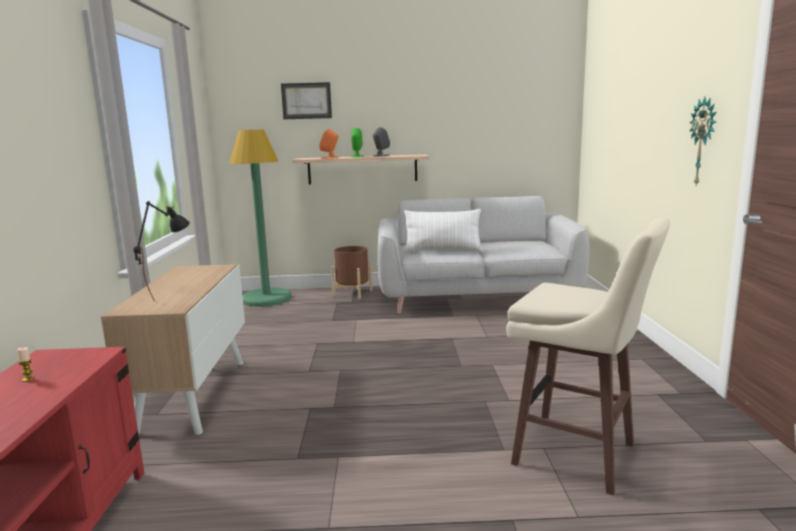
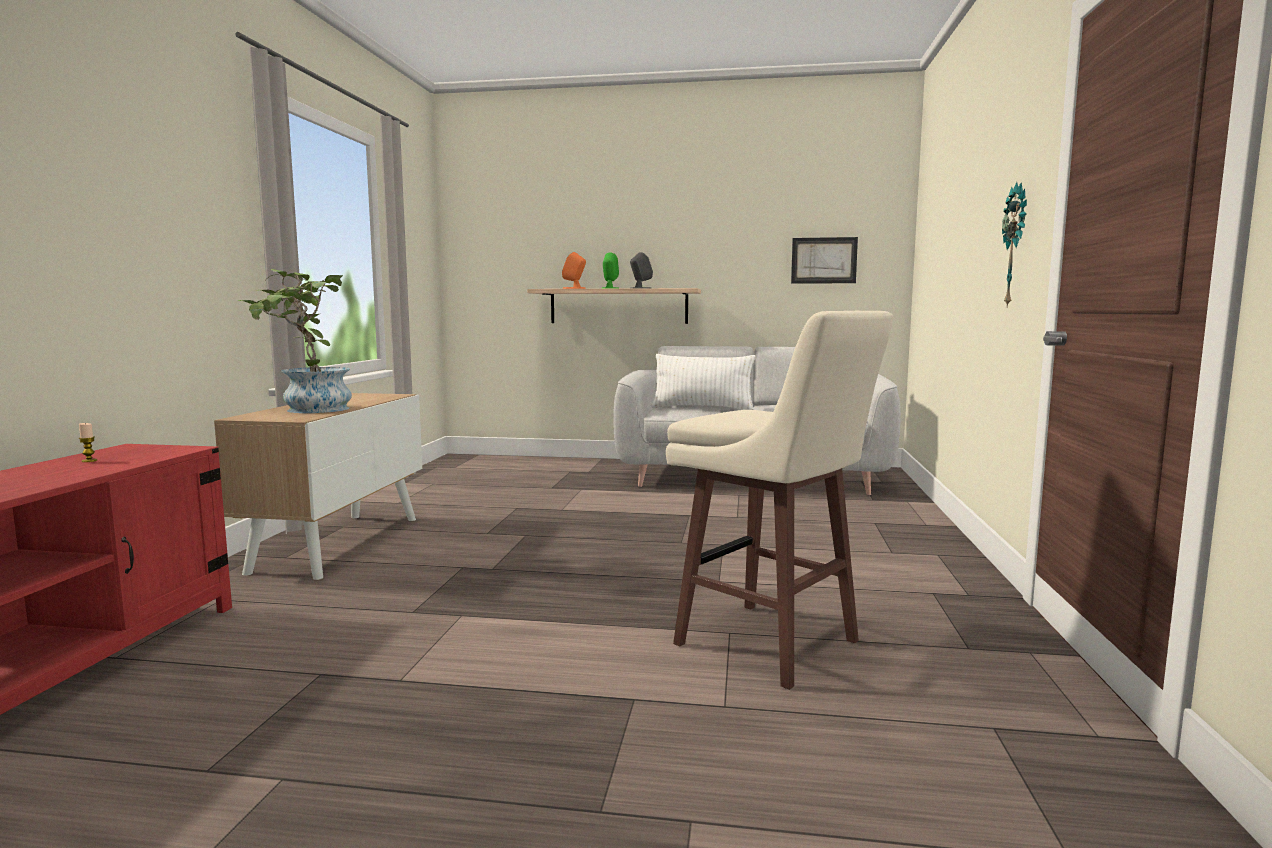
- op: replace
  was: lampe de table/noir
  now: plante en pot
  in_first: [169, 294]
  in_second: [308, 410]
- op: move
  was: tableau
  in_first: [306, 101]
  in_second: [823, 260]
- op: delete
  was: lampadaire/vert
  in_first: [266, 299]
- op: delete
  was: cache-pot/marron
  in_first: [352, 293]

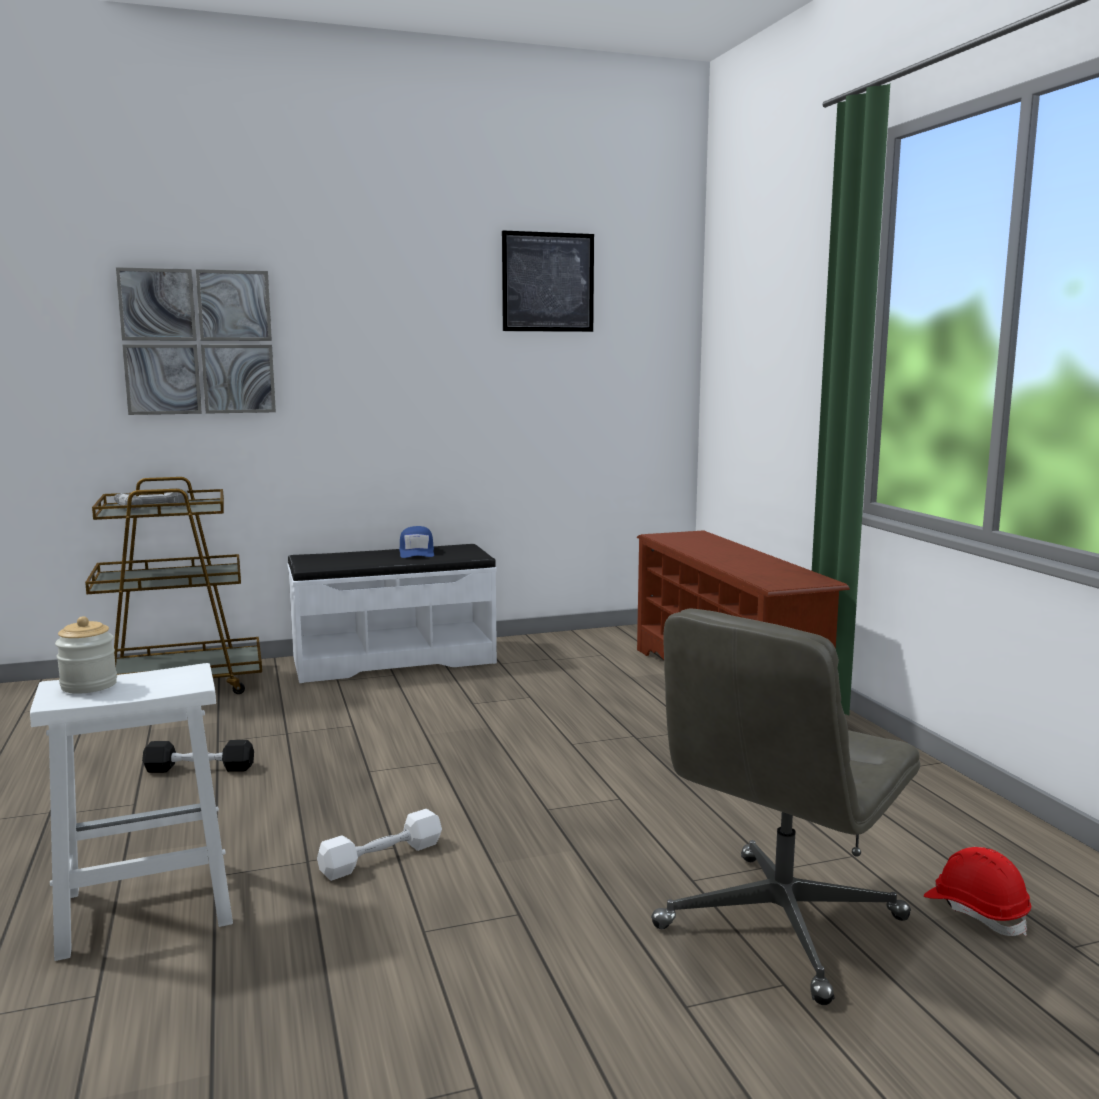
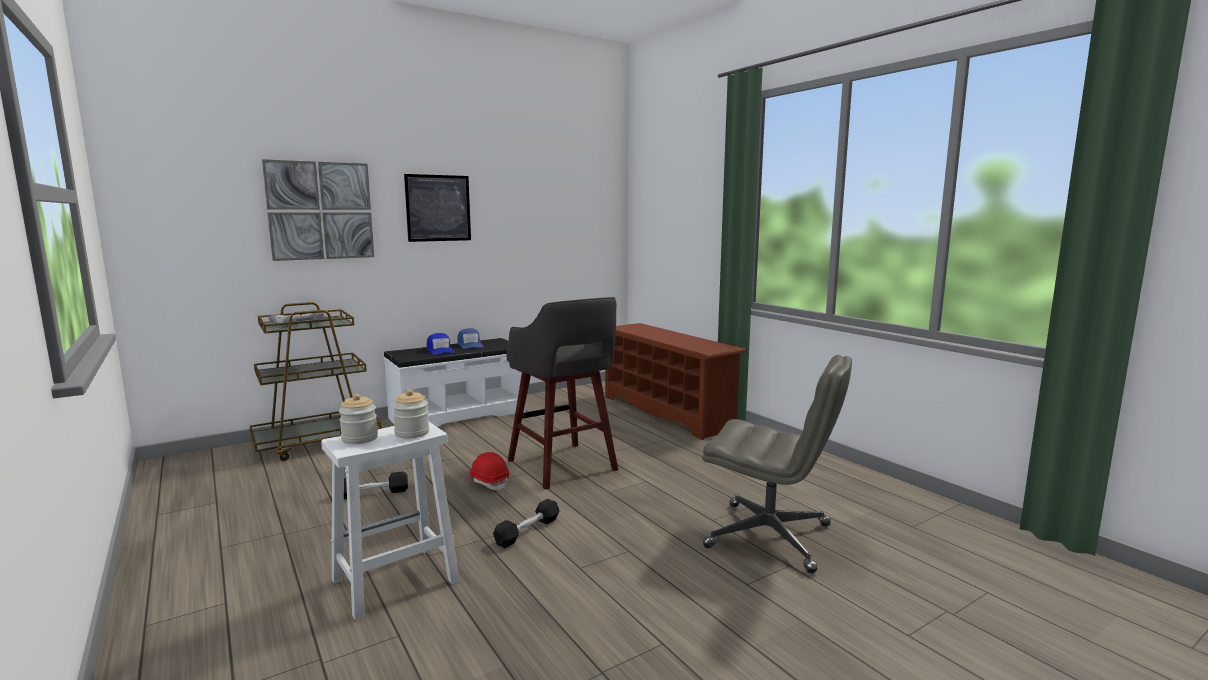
- op: insert
  now: bocal
  in_second: [412, 433]
- op: move
  was: tableau
  in_first: [548, 282]
  in_second: [438, 208]
- op: insert
  now: casquette/bleu
  in_second: [440, 350]
- op: move
  was: casque de chantier/rouge
  in_first: [975, 911]
  in_second: [488, 483]
- op: recolor
  was: haltère/blanc
  now: haltère/noir
  in_first: [381, 858]
  in_second: [527, 531]
- op: insert
  now: tabouret/gris
  in_second: [563, 466]
- op: rotate
  was: chaise de bureau/gris
  in_first: [780, 925]
  in_second: [770, 536]
  clockwise: -90

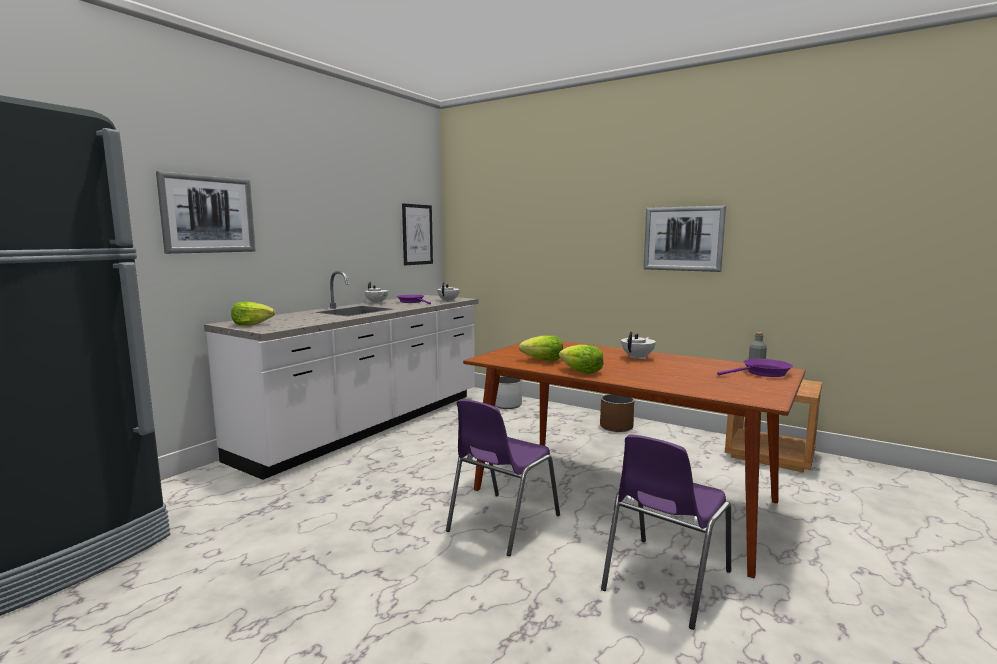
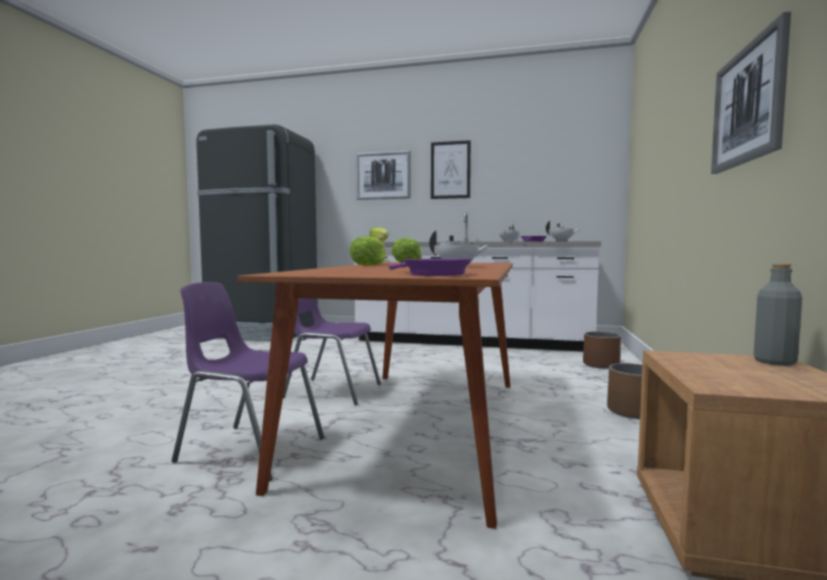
- op: move
  was: tableau
  in_first: [417, 234]
  in_second: [450, 170]
- op: recolor
  was: cache-pot/blanc
  now: cache-pot/marron
  in_first: [507, 405]
  in_second: [601, 365]

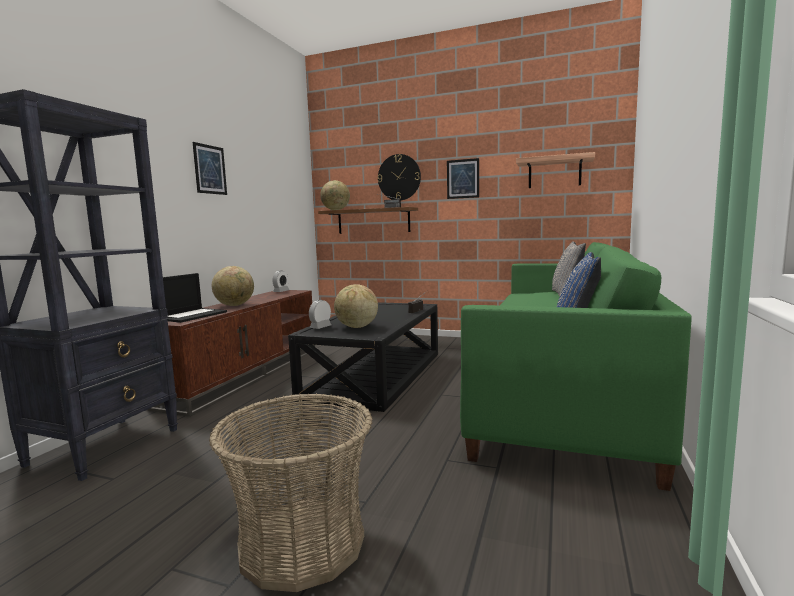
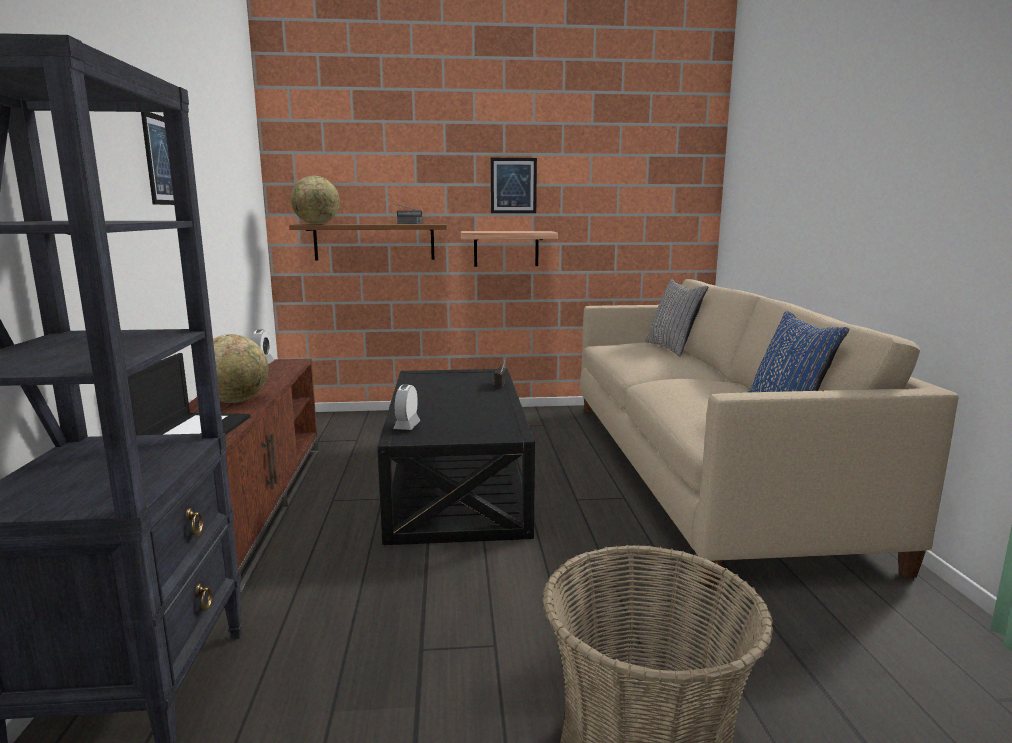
- op: move
  was: étagère
  in_first: [554, 173]
  in_second: [506, 248]
- op: recolor
  was: canapé/vert
  now: canapé/beige
  in_first: [562, 389]
  in_second: [701, 469]
- op: delete
  was: globe
  in_first: [356, 327]
- op: delete
  was: horloge murale
  in_first: [399, 177]

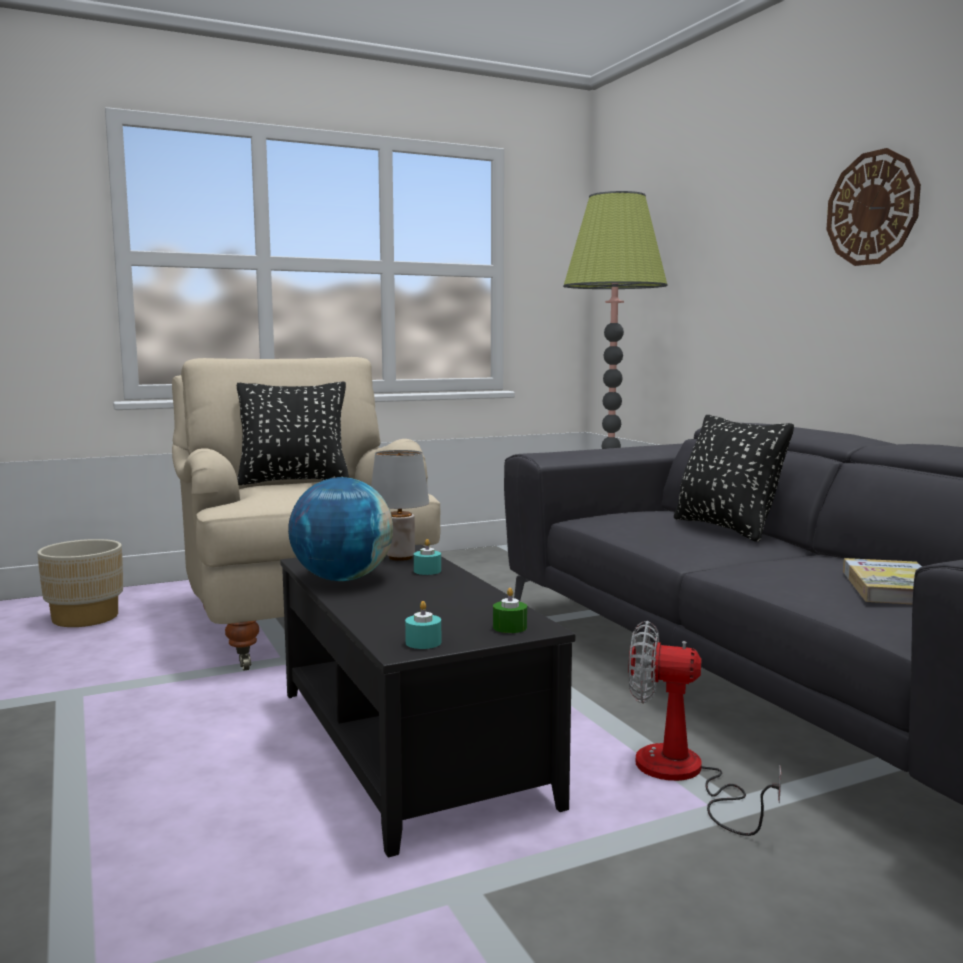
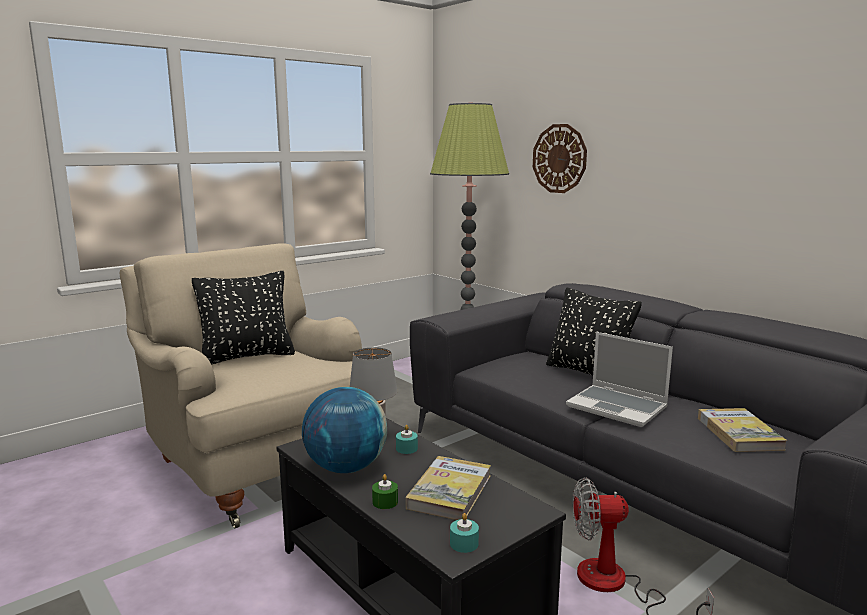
- op: move
  was: bougie/vert
  in_first: [509, 627]
  in_second: [385, 502]
- op: insert
  now: livre
  in_second: [450, 491]
- op: move
  was: horloge murale
  in_first: [872, 208]
  in_second: [559, 158]
- op: insert
  now: ordinateur portable
  in_second: [618, 407]
- op: delete
  was: cache-pot/beige
  in_first: [85, 617]

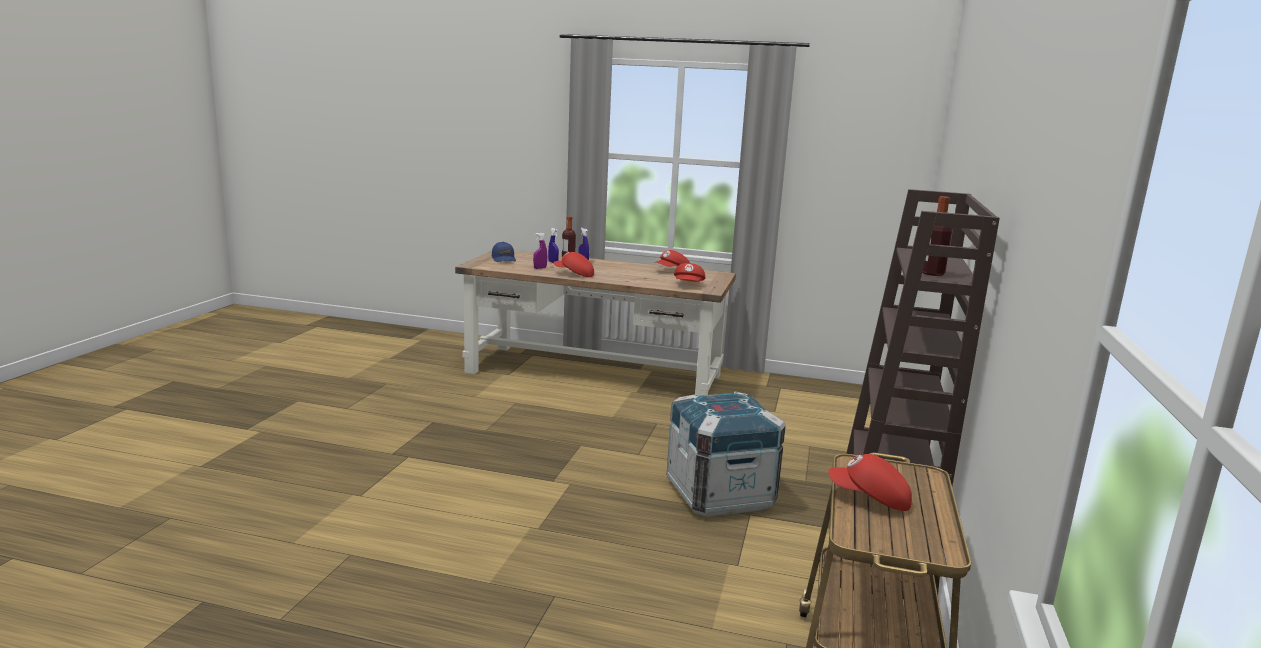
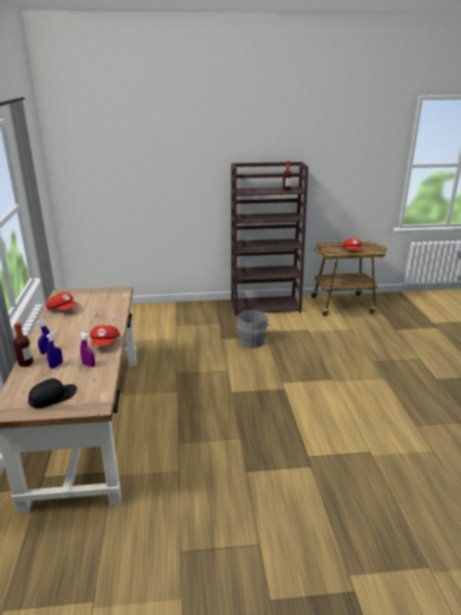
- op: recolor
  was: casquette/bleu
  now: casquette/noir
  in_first: [503, 259]
  in_second: [53, 397]
- op: replace
  was: caisse
  now: seau/gris
  in_first: [720, 495]
  in_second: [253, 340]
- op: delete
  was: casquette/rouge
  in_first: [689, 285]

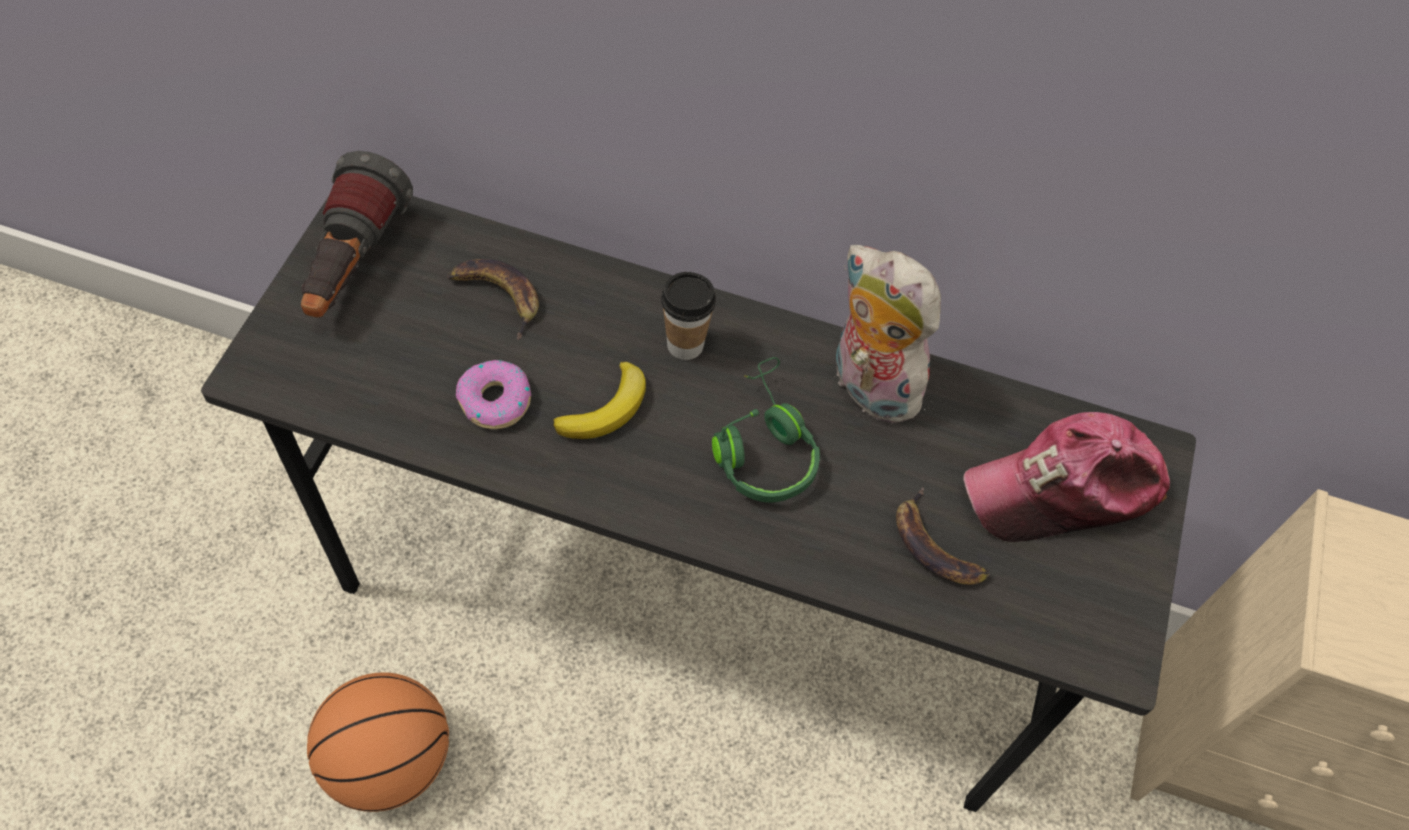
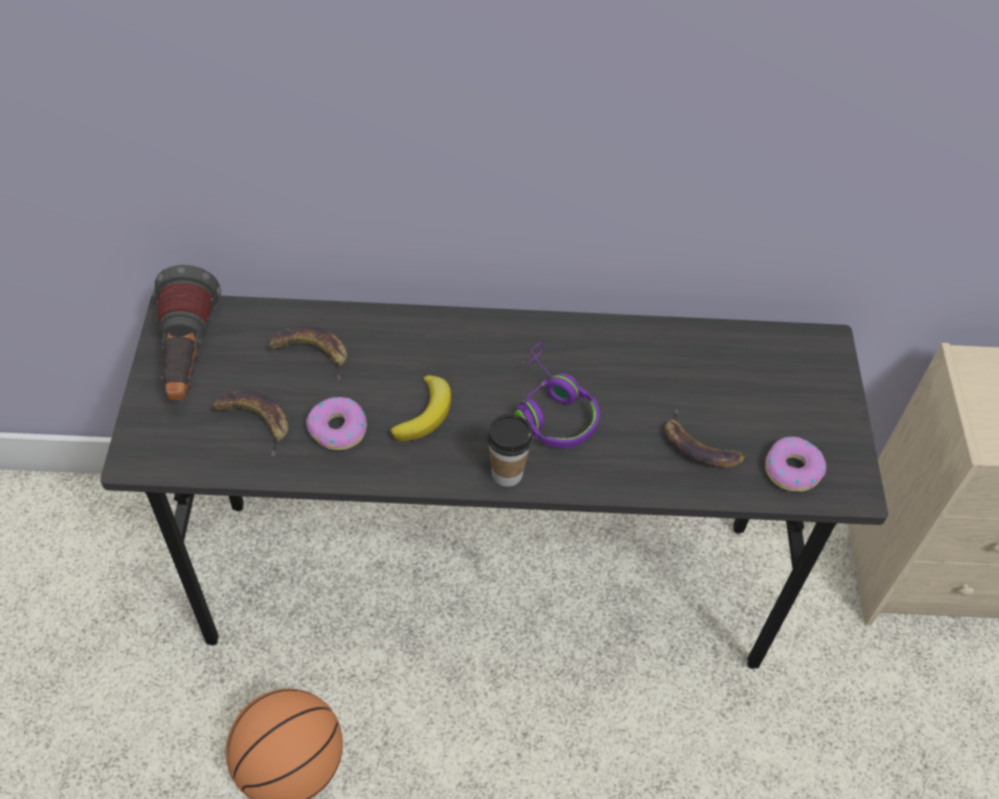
- op: insert
  now: banane
  in_second: [253, 421]
- op: move
  was: tasse
  in_first: [685, 345]
  in_second: [507, 473]
- op: recolor
  was: casque audio/vert
  now: casque audio/violet
  in_first: [762, 446]
  in_second: [551, 410]
- op: insert
  now: beignet
  in_second: [792, 469]
- op: delete
  was: peluche
  in_first: [867, 386]
- op: delete
  was: casquette
  in_first: [1065, 490]

